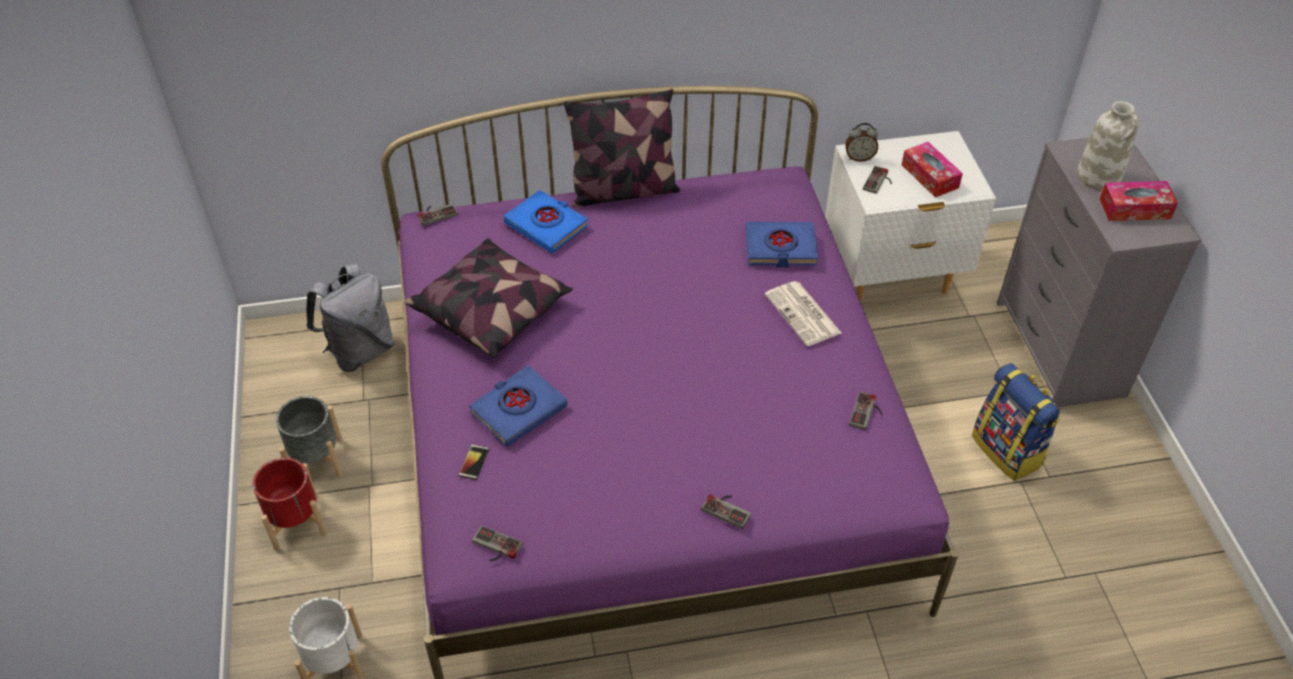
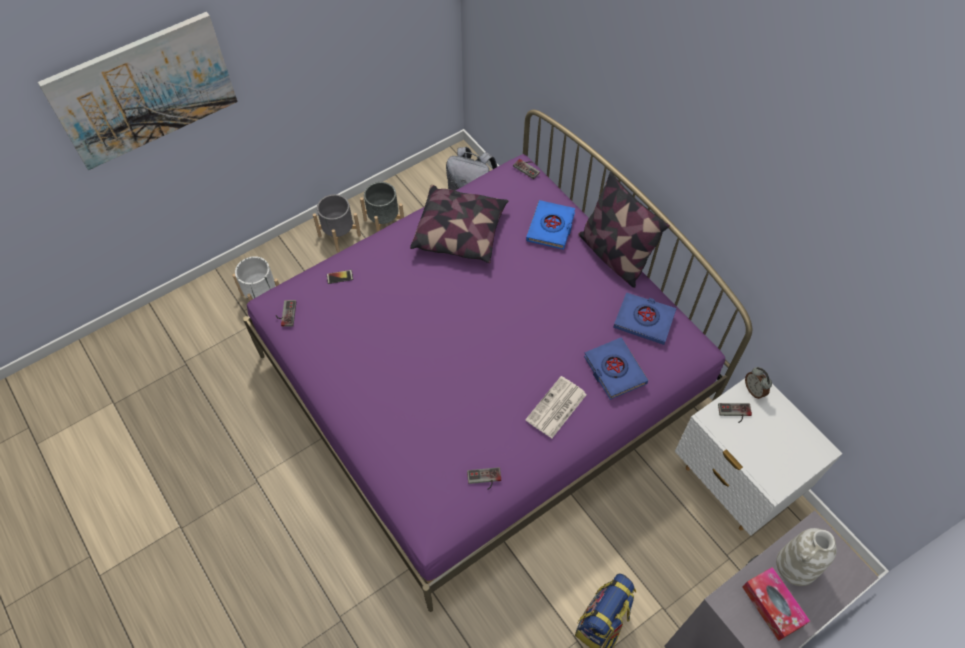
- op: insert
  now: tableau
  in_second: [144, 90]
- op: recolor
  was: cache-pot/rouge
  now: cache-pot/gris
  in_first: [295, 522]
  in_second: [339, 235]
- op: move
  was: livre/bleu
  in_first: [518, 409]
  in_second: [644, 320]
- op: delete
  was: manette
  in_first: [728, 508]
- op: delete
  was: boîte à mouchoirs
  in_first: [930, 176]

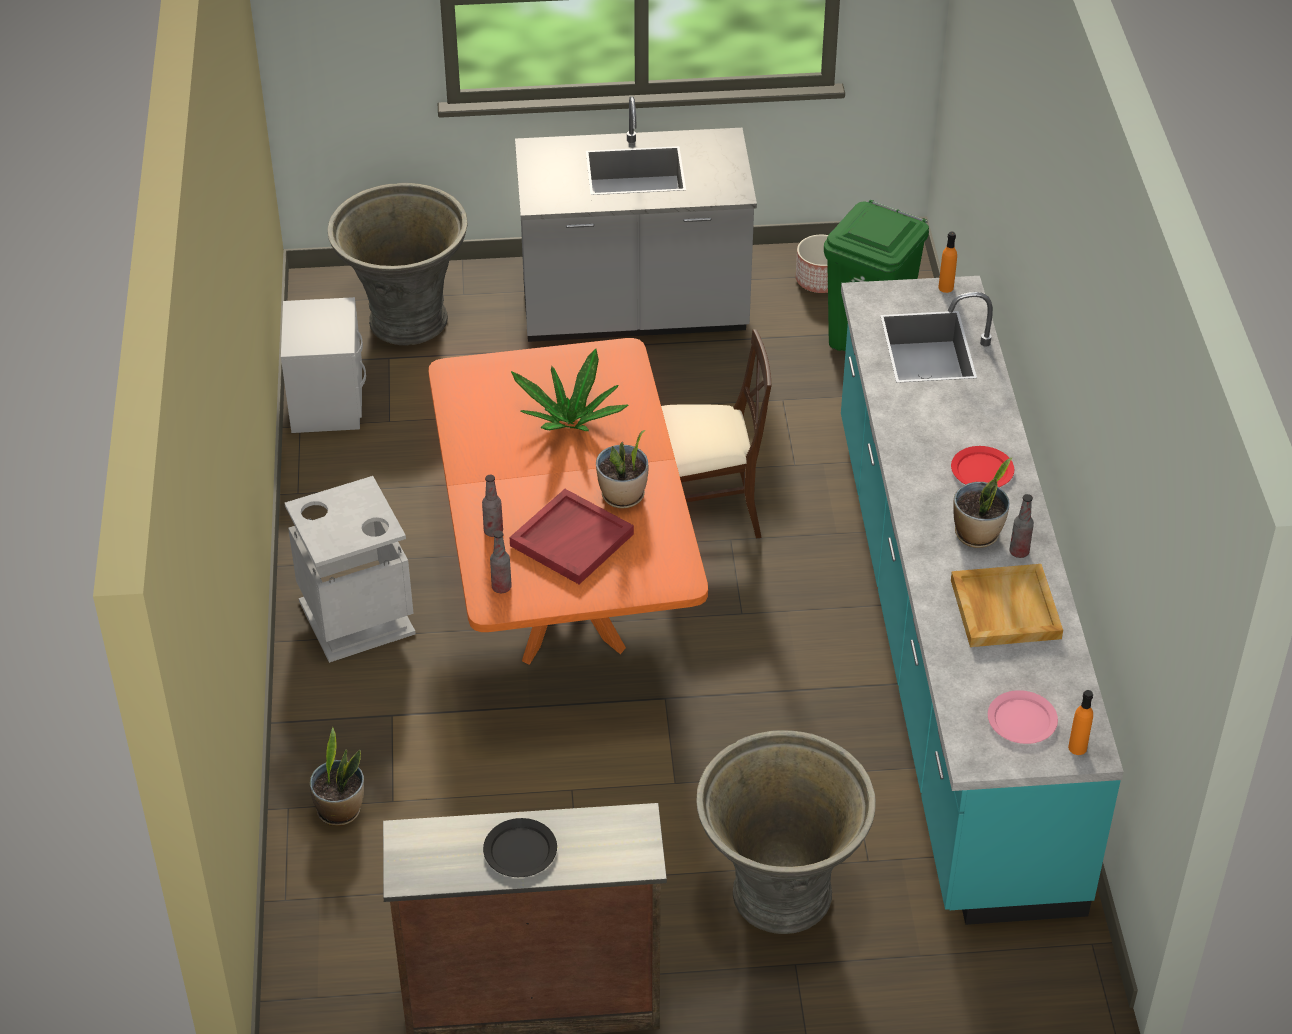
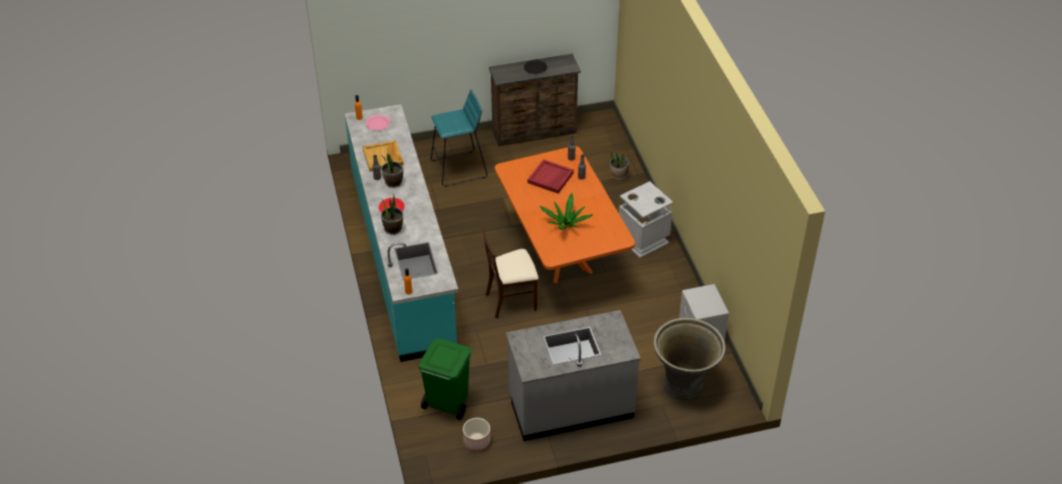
- op: move
  was: plante en pot
  in_first: [623, 496]
  in_second: [393, 228]
- op: replace
  was: cache-pot/gris
  now: tabouret/turquoise
  in_first: [779, 895]
  in_second: [459, 169]

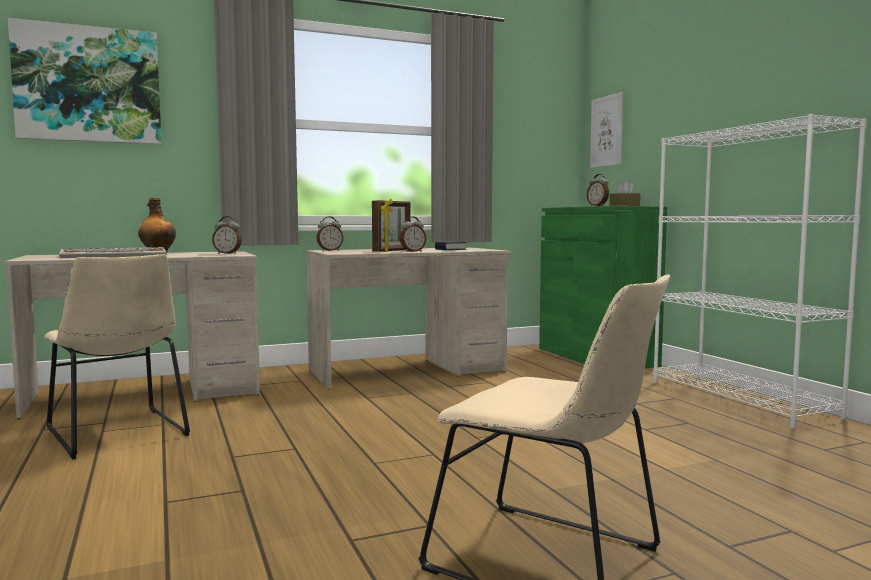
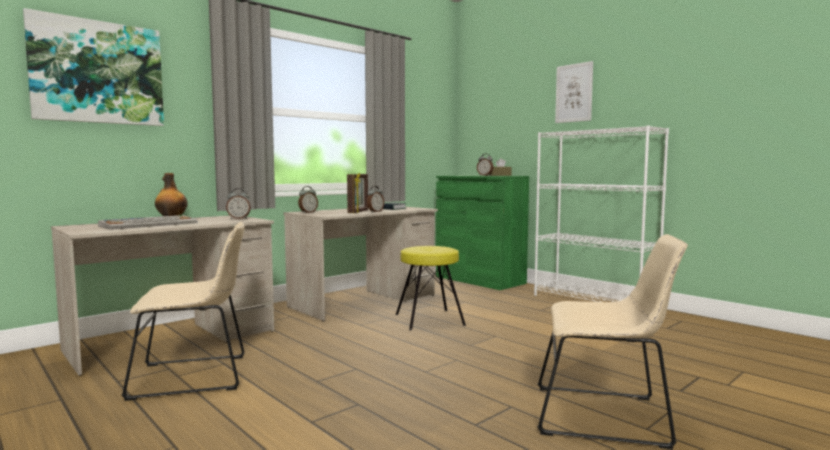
- op: rotate
  was: chaise/beige
  in_first: [118, 434]
  in_second: [196, 376]
  clockwise: -45
- op: insert
  now: tabouret/jaune
  in_second: [429, 320]
- op: move
  was: tableau
  in_first: [606, 131]
  in_second: [574, 93]

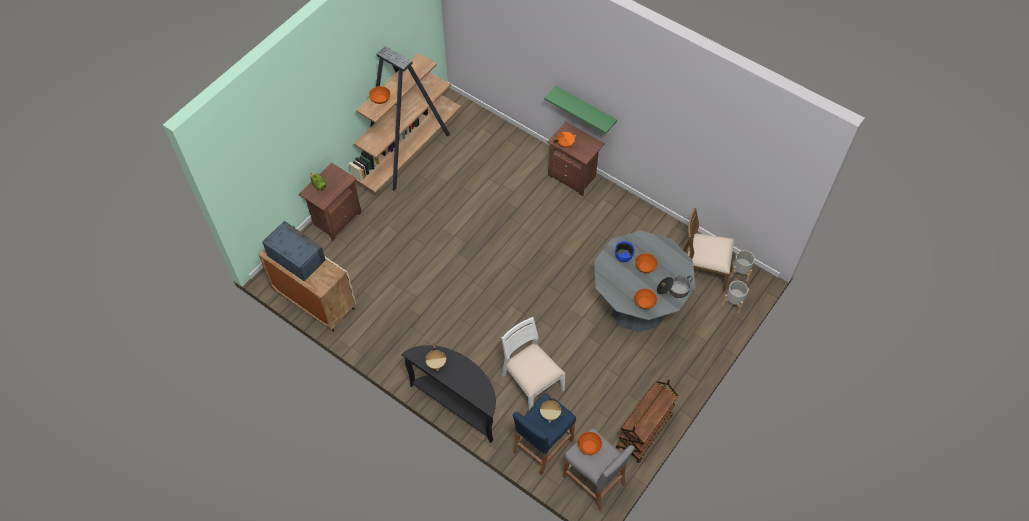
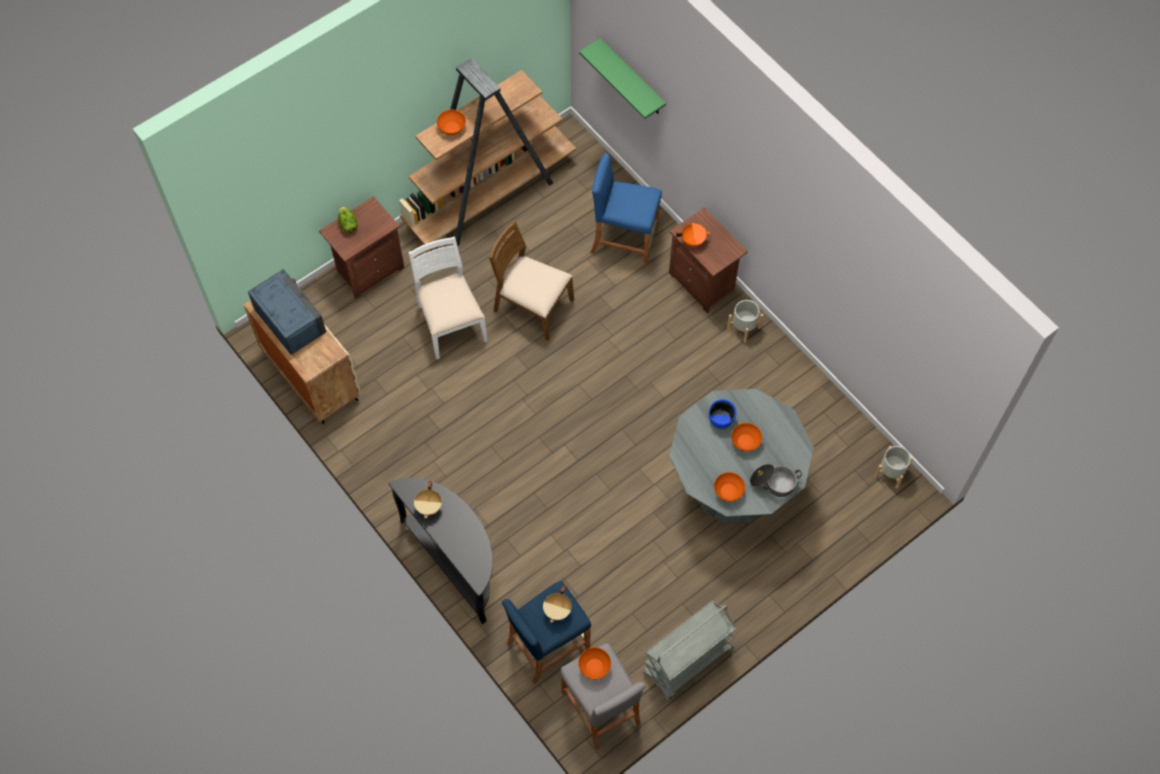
- op: move
  was: chaise/blanc
  in_first: [531, 383]
  in_second: [450, 323]
- op: move
  was: chaise/marron
  in_first: [703, 269]
  in_second: [532, 306]
- op: move
  was: étagère/vert
  in_first: [585, 108]
  in_second: [632, 78]
- op: insert
  now: tabouret/bleu
  in_second: [624, 240]
- op: recolor
  was: chariot/marron
  now: chariot/gris
  in_first: [644, 432]
  in_second: [687, 662]
- op: move
  was: cache-pot/gris
  in_first: [733, 302]
  in_second: [743, 328]

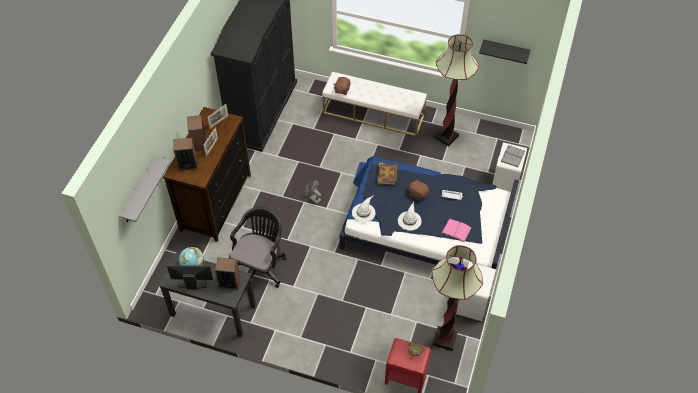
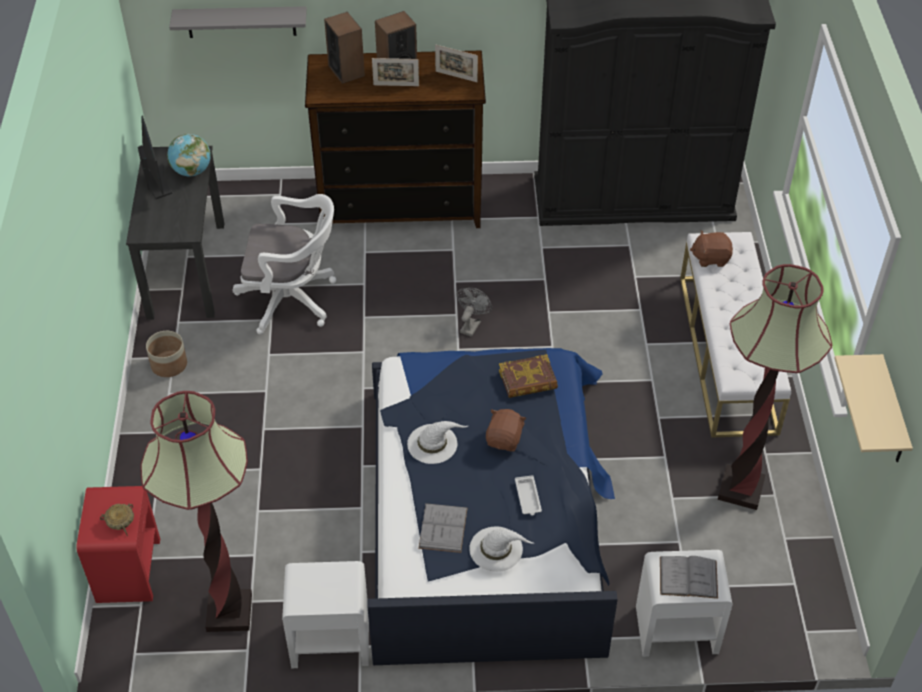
- op: insert
  now: cache-pot
  in_second: [169, 365]
- op: recolor
  was: chaise de bureau/noir
  now: chaise de bureau/blanc
  in_first: [260, 266]
  in_second: [293, 300]
- op: recolor
  was: livre/rose
  now: livre/gris
  in_first: [456, 230]
  in_second: [443, 528]
- op: move
  was: chapeau/blanc
  in_first: [363, 212]
  in_second: [497, 549]
- op: recolor
  was: étagère/noir
  now: étagère/beige
  in_first: [505, 50]
  in_second: [892, 413]
- op: delete
  was: enceinte
  in_first: [229, 282]

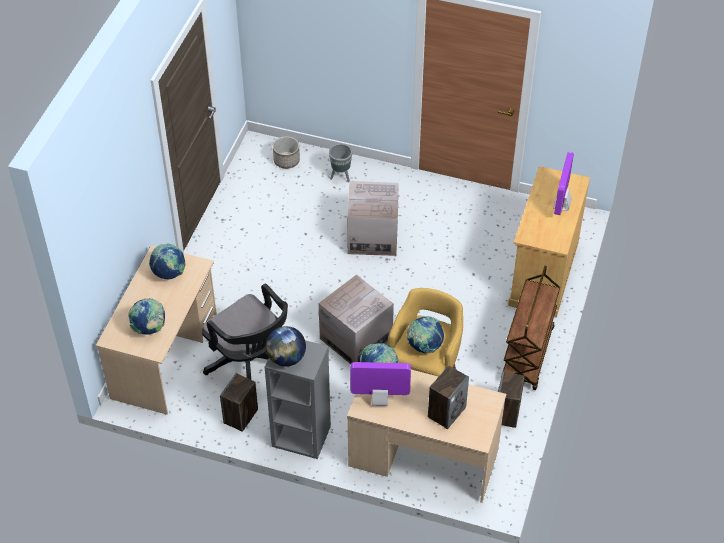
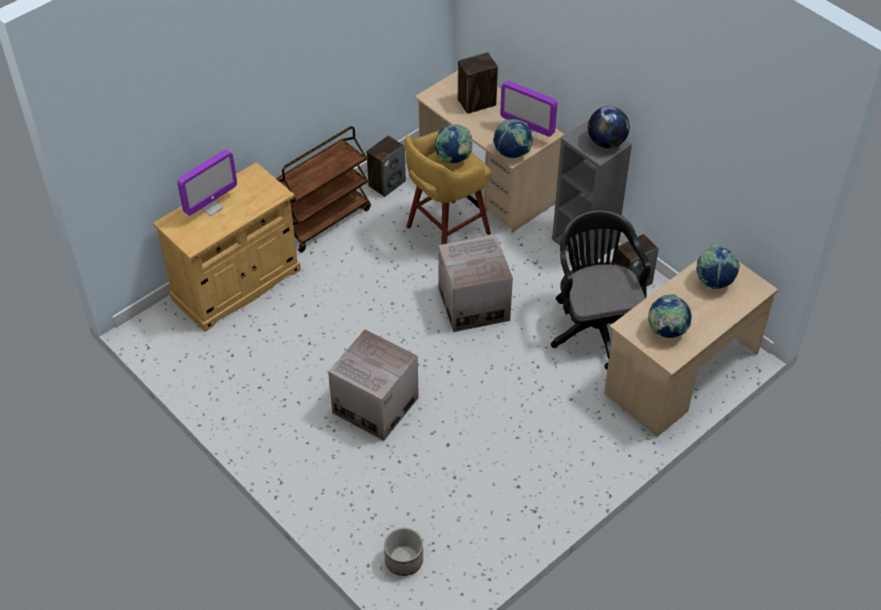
- op: delete
  was: cache-pot/gris
  in_first: [341, 176]

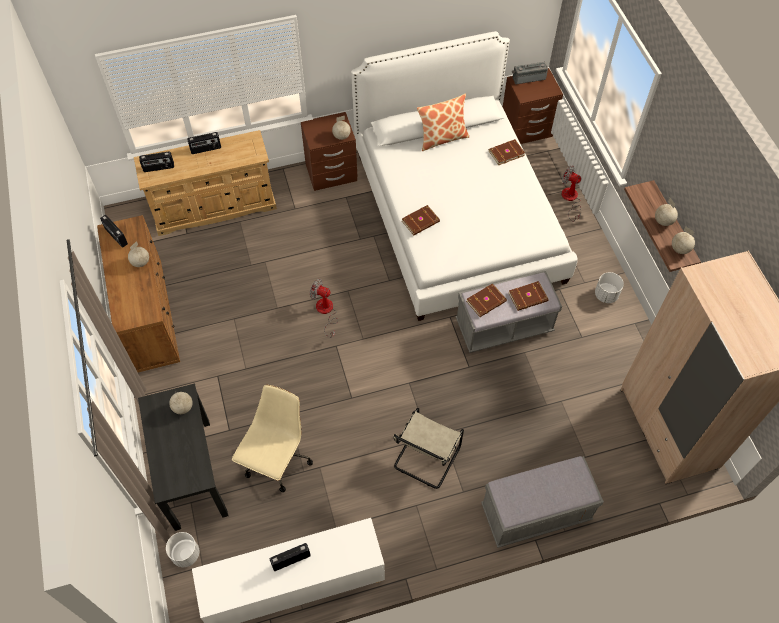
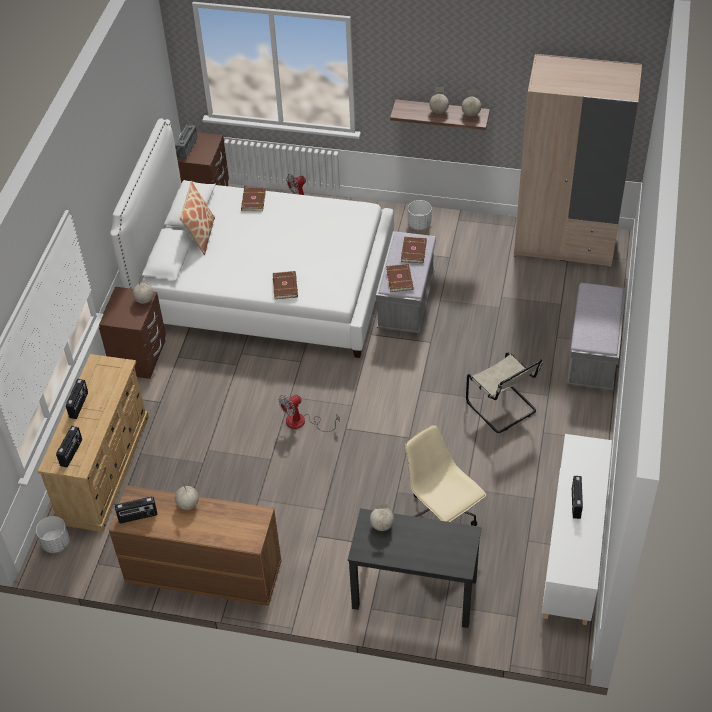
- op: move
  was: cache-pot/blanc
  in_first: [185, 554]
  in_second: [55, 543]

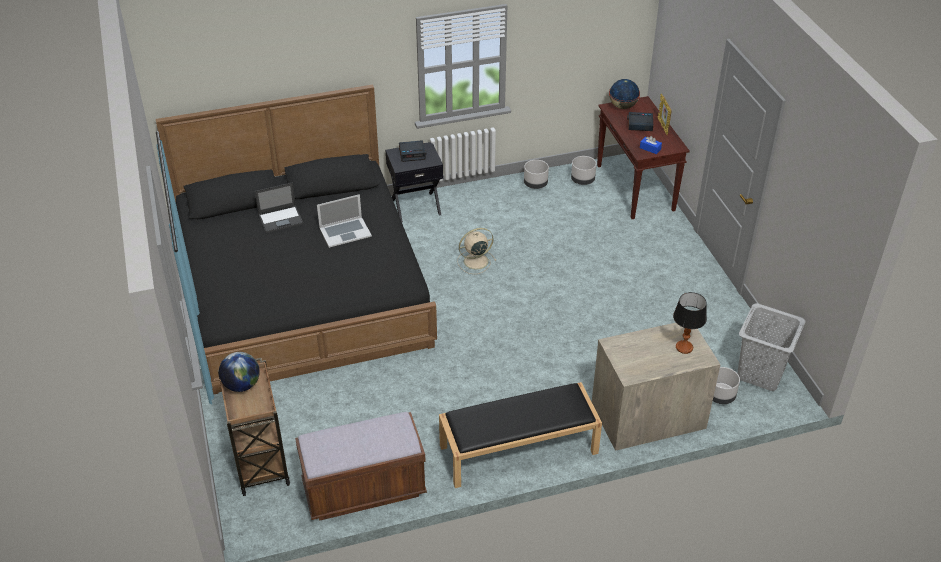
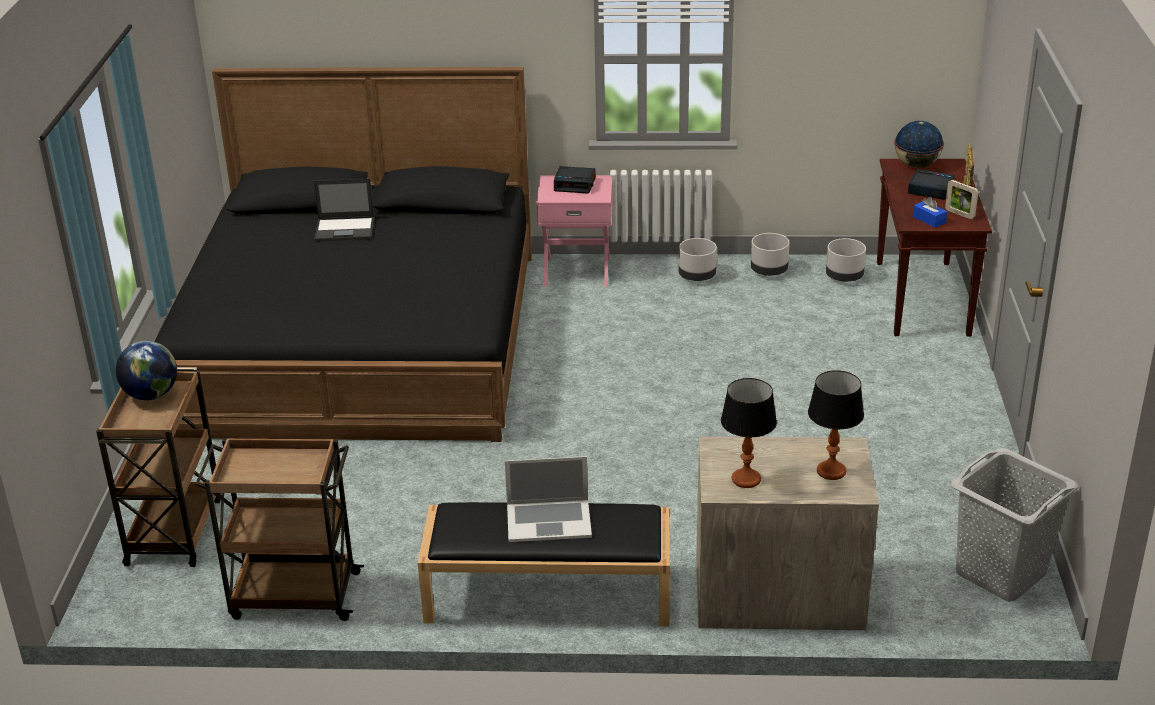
- op: replace
  was: banc/marron
  now: chariot/marron
  in_first: [364, 489]
  in_second: [292, 595]
- op: move
  was: ordinateur portable
  in_first: [345, 232]
  in_second: [548, 520]
- op: recolor
  was: table de chevet/noir
  now: table de chevet/rose
  in_first: [415, 206]
  in_second: [577, 271]
- op: move
  was: cache-pot/gris
  in_first: [720, 396]
  in_second: [696, 276]
- op: insert
  now: lampe de table
  in_second: [746, 479]
- op: insert
  now: cadre photo
  in_second: [959, 214]
- op: delete
  was: ventilateur/beige
  in_first: [474, 261]

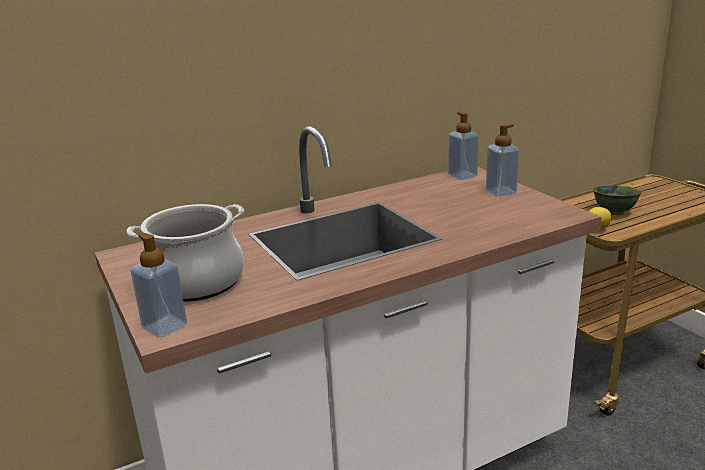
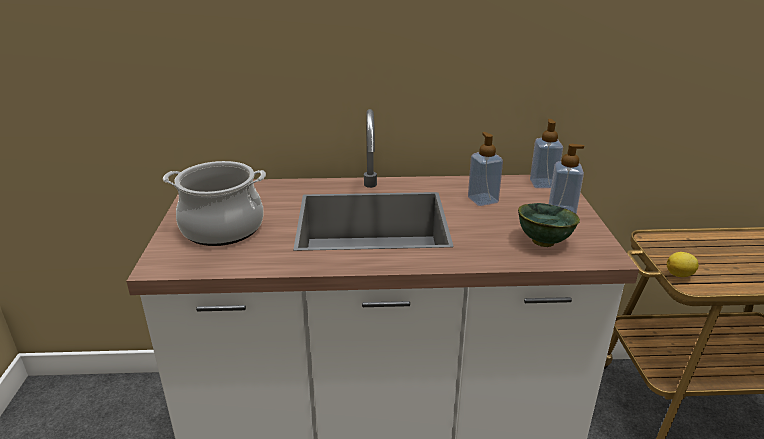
- op: move
  was: distributeur de savon
  in_first: [164, 326]
  in_second: [483, 200]
- op: move
  was: bol/vert
  in_first: [613, 213]
  in_second: [542, 242]

